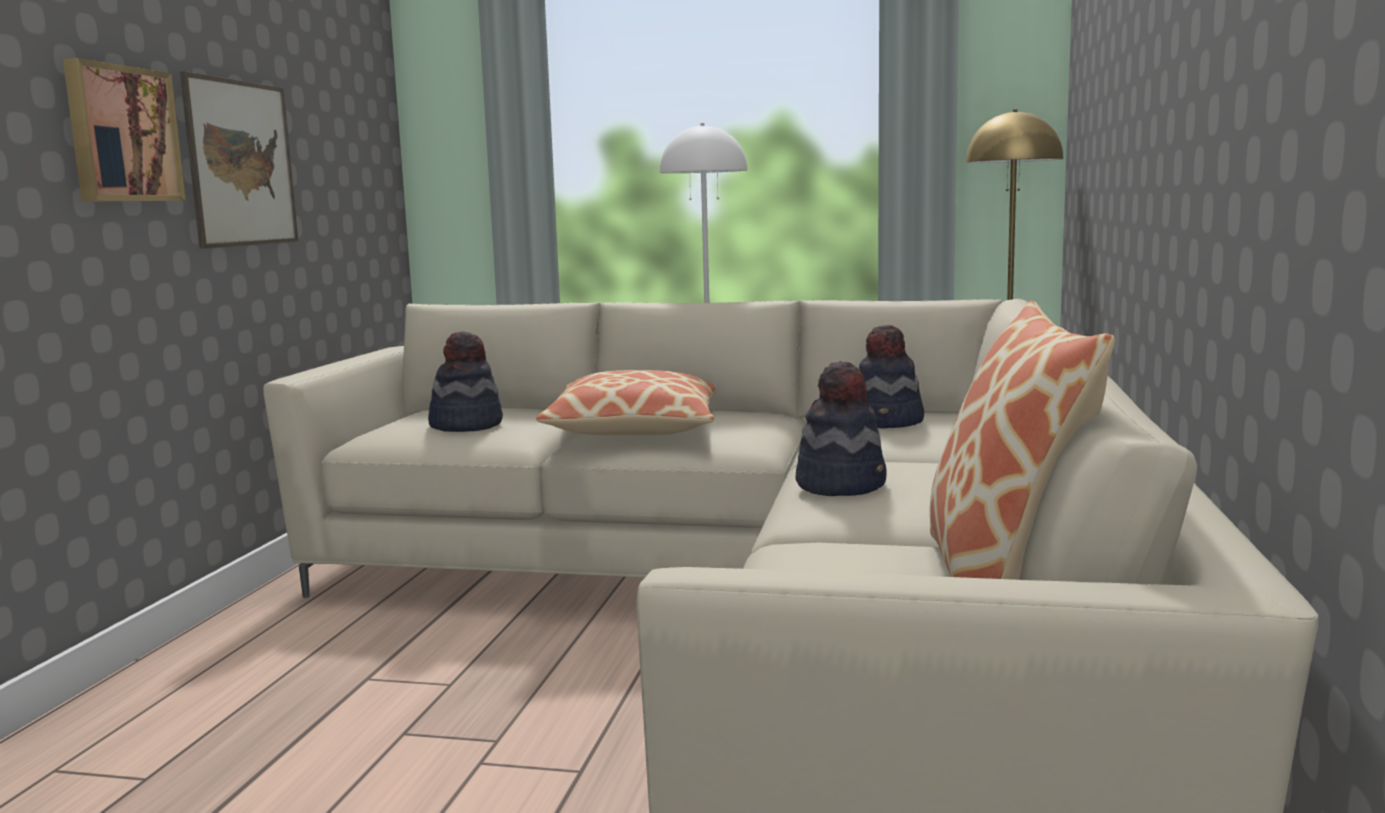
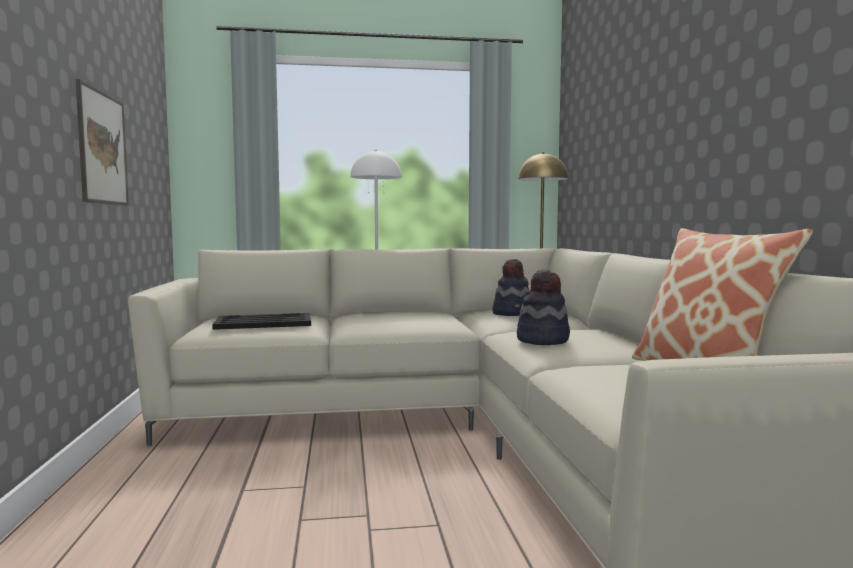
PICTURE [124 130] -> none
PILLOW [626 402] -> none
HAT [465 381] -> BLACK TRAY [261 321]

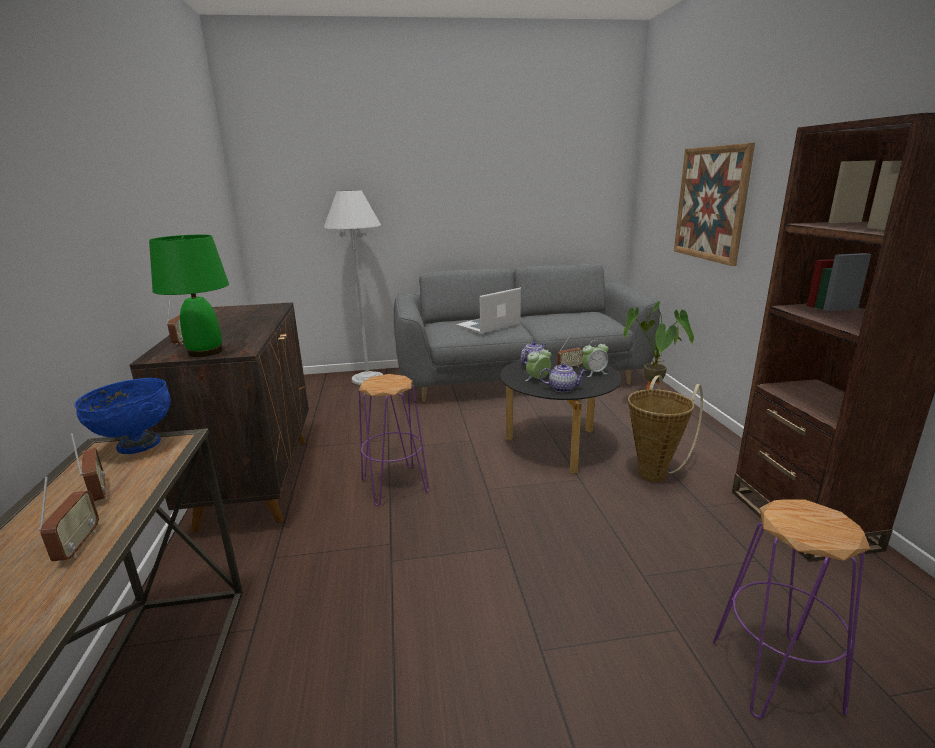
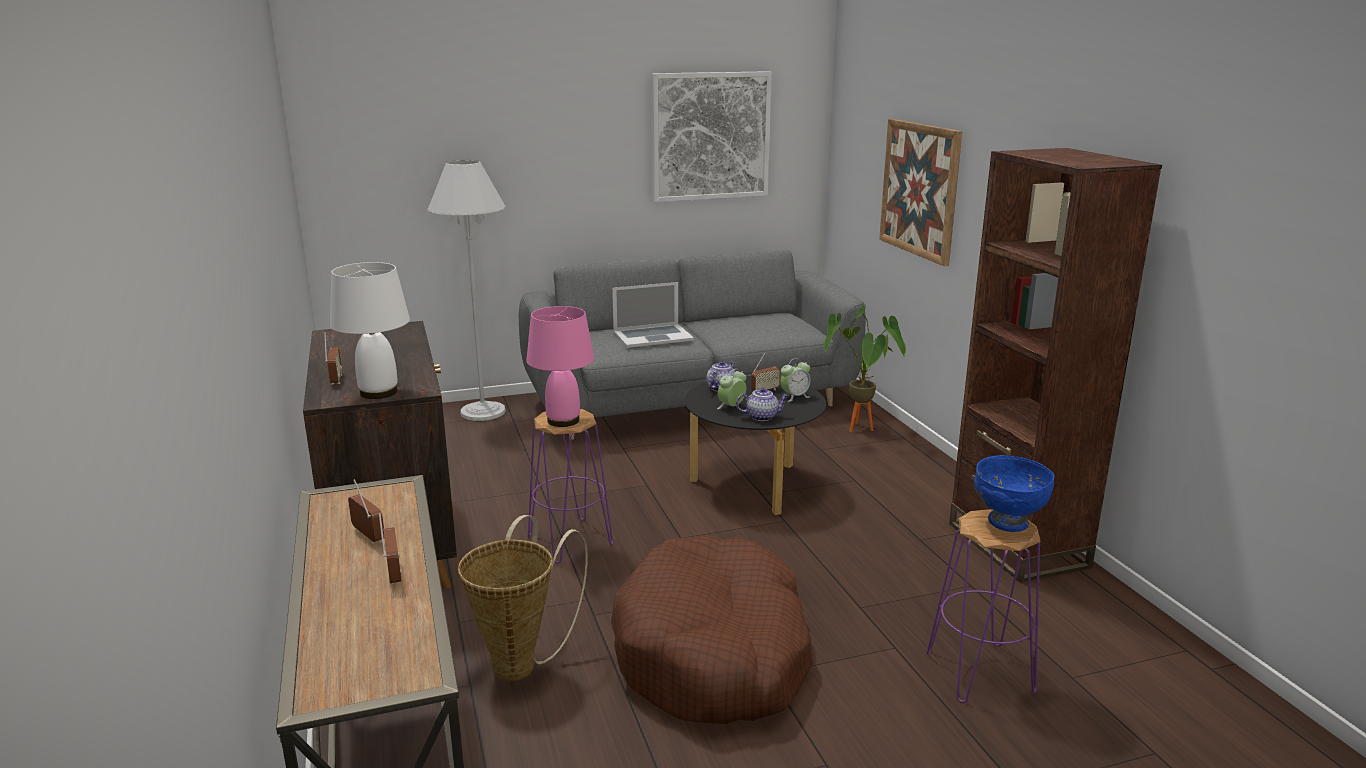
none -> PINK TABLE LAMP [560 366]
none -> BROWN DOG BED [712 630]
none -> PICTURE [712 136]
BLUE BOWL [123 416] -> BLUE BOWL [1014 493], shifted
BASKET [665 428] -> BASKET [523 598], shifted
GREEN TABLE LAMP [189 295] -> WHITE TABLE LAMP [370 330]
LAPTOP [488 311] -> LAPTOP [653 315], 150 degrees counterclockwise

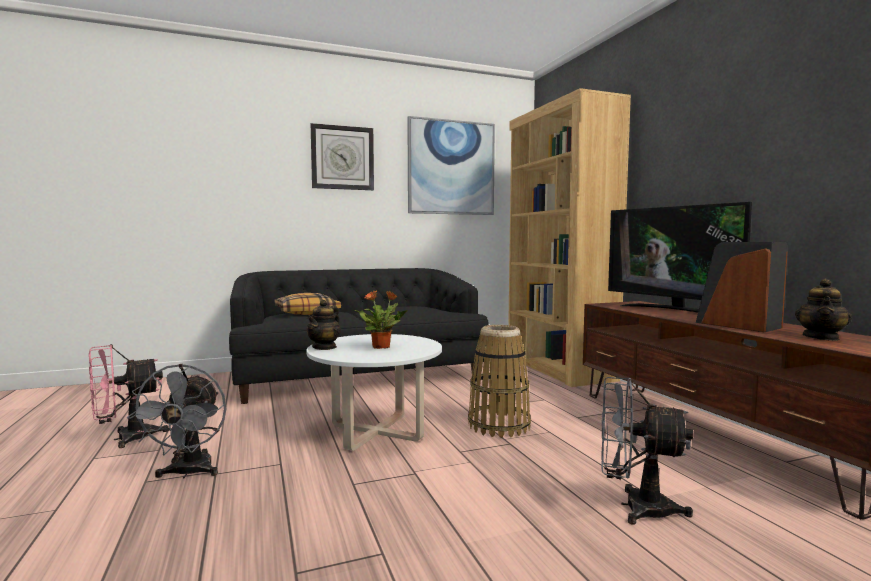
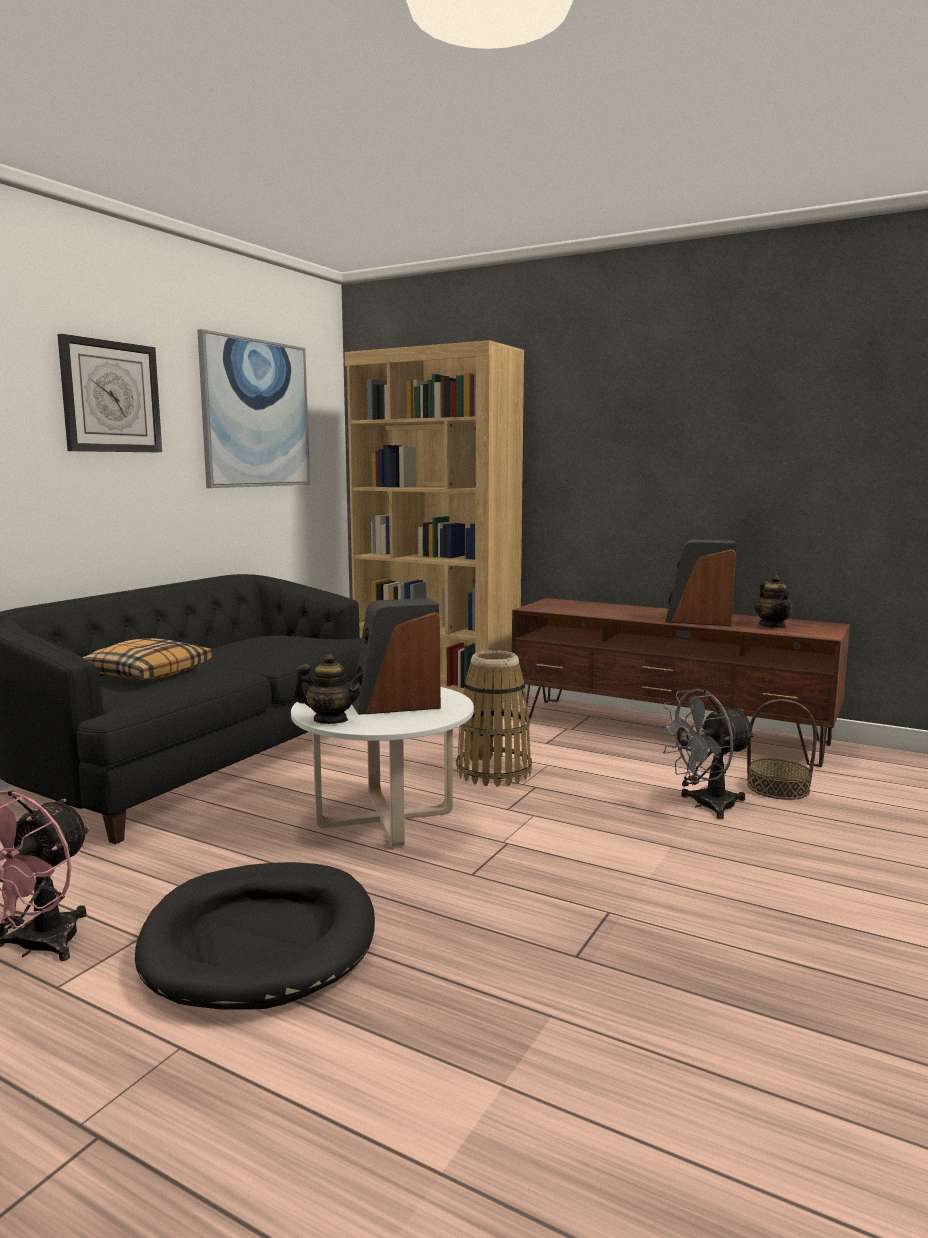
TELEVISION [680 257] -> none
none -> BASKET [782 749]
GREY FAN [176 421] -> BLACK DOG BED [255 936]
POTTED PLANT [381 320] -> SPEAKER [396 656]
TEAPOT [324 325] -> TEAPOT [329 689], 60 degrees counterclockwise

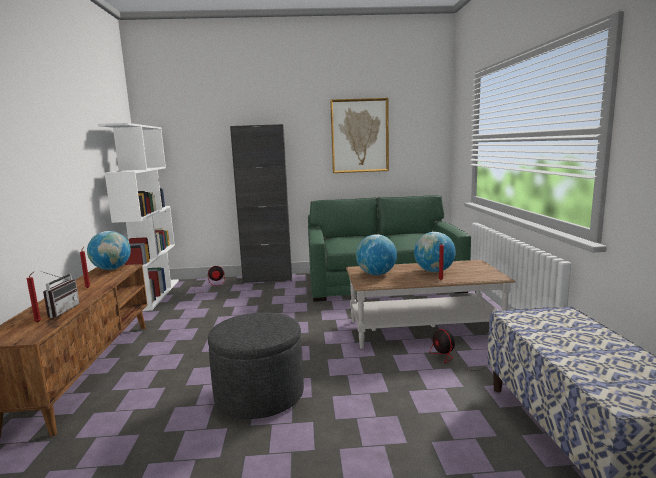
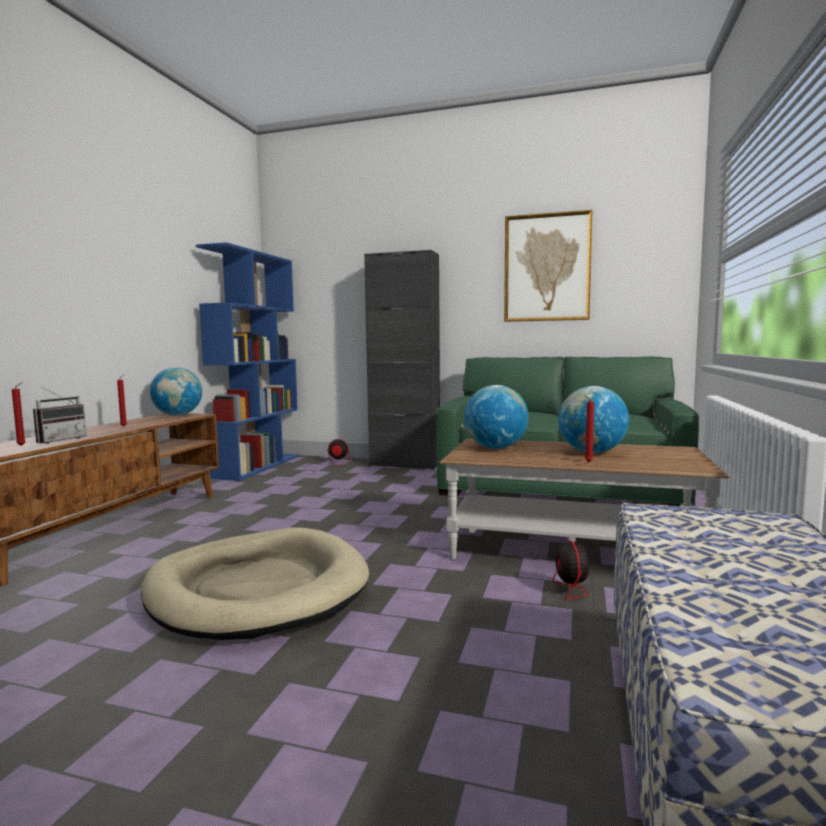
GREY OTTOMAN [256 365] -> BEIGE DOG BED [255 583]
WHITE BOOKCASE [138 217] -> BLUE BOOKCASE [247 361]

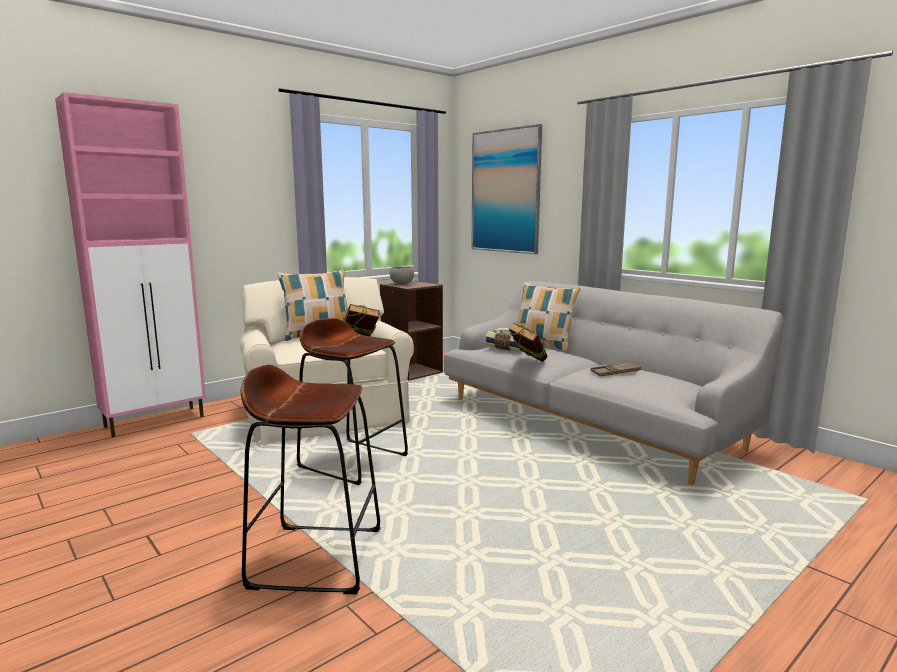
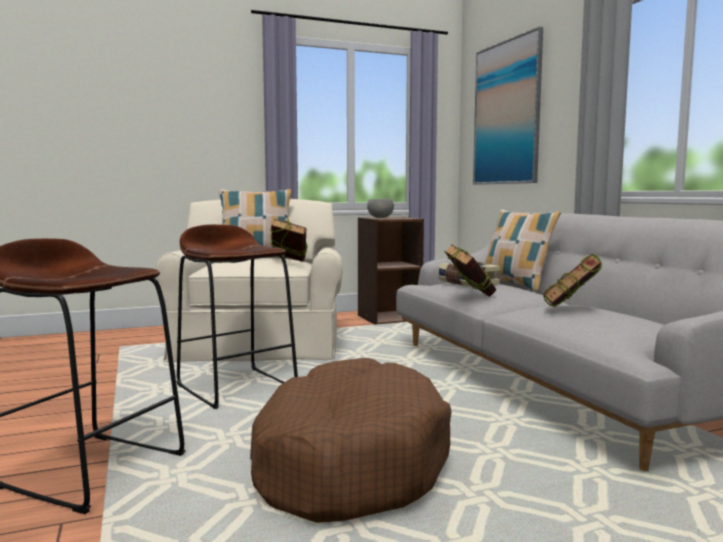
PINK CABINET [130 265] -> none
none -> BROWN DOG BED [351 440]
BROWN TRAY [616 368] -> BOOK [572 280]

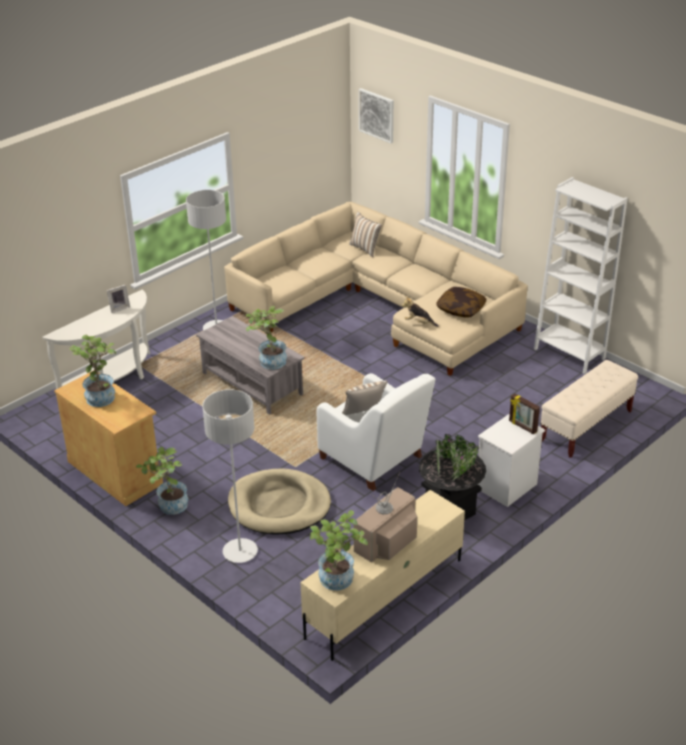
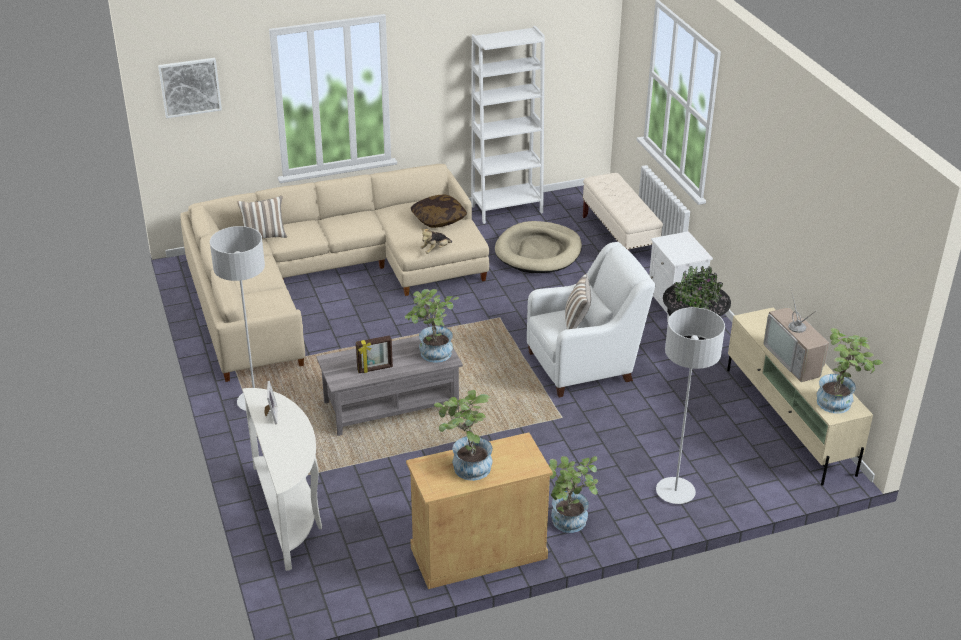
BEIGE DOG BED [279 502] -> BEIGE DOG BED [538 247], shifted
PICTURE FRAME [524 413] -> PICTURE FRAME [374 354], shifted

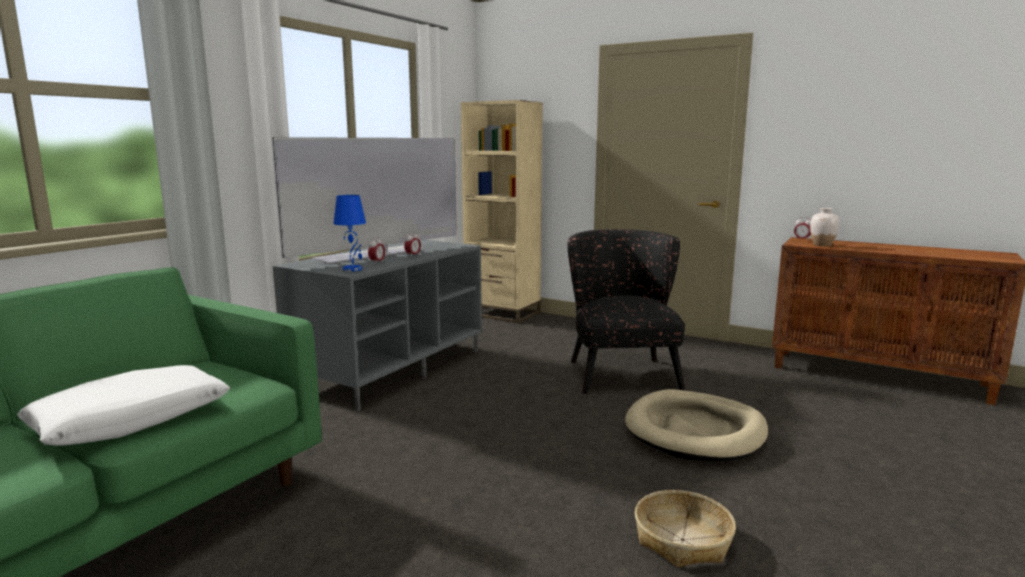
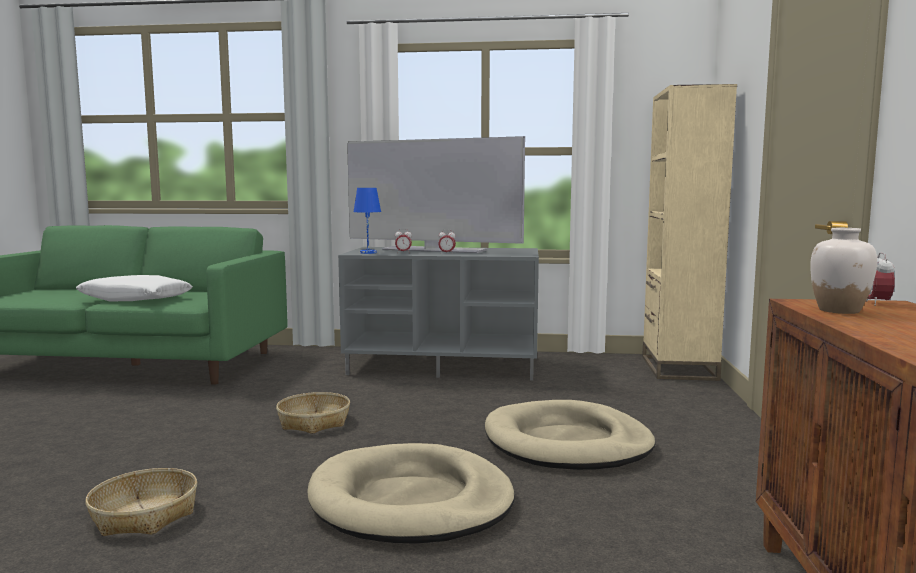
none -> BASKET [313 413]
BLACK ARMCHAIR [626 312] -> BEIGE DOG BED [570 435]

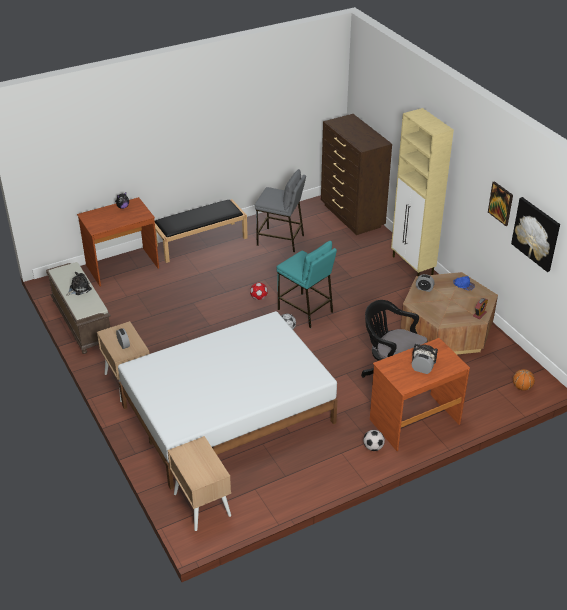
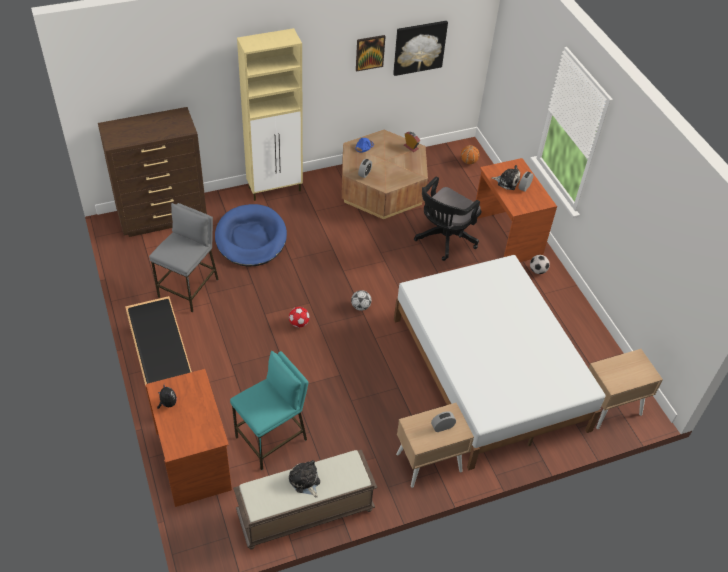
none -> BLUE DOG BED [251 235]
TURQUOISE STOOL [306 284] -> TURQUOISE STOOL [269 410], shifted

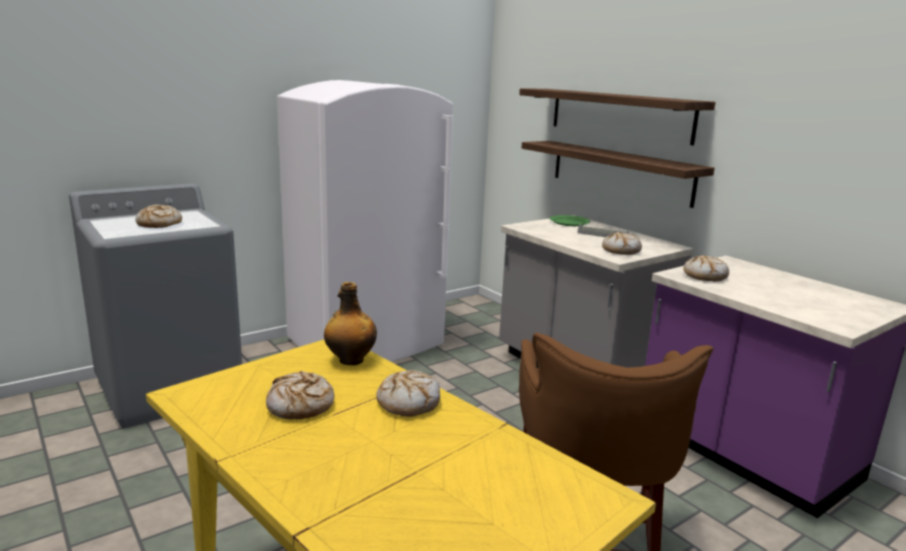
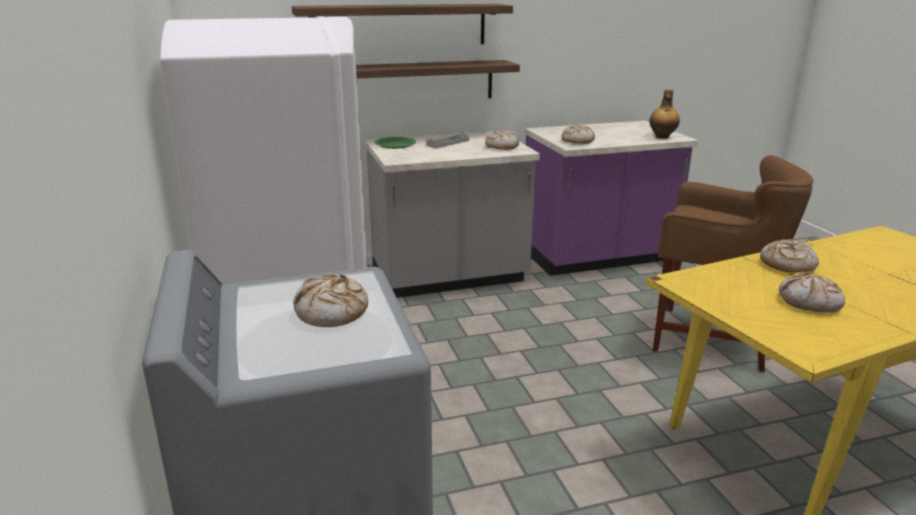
BOTTLE [350 323] -> BOTTLE [664 114], shifted

